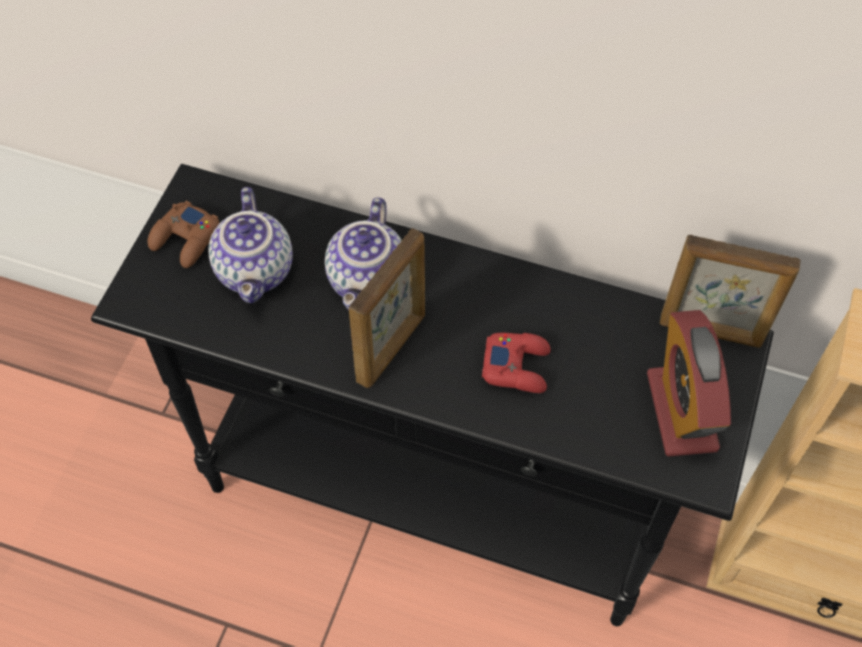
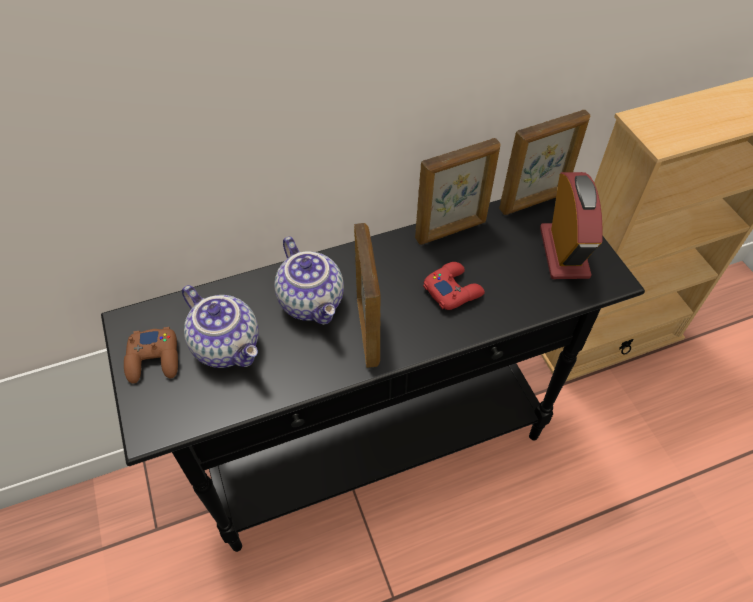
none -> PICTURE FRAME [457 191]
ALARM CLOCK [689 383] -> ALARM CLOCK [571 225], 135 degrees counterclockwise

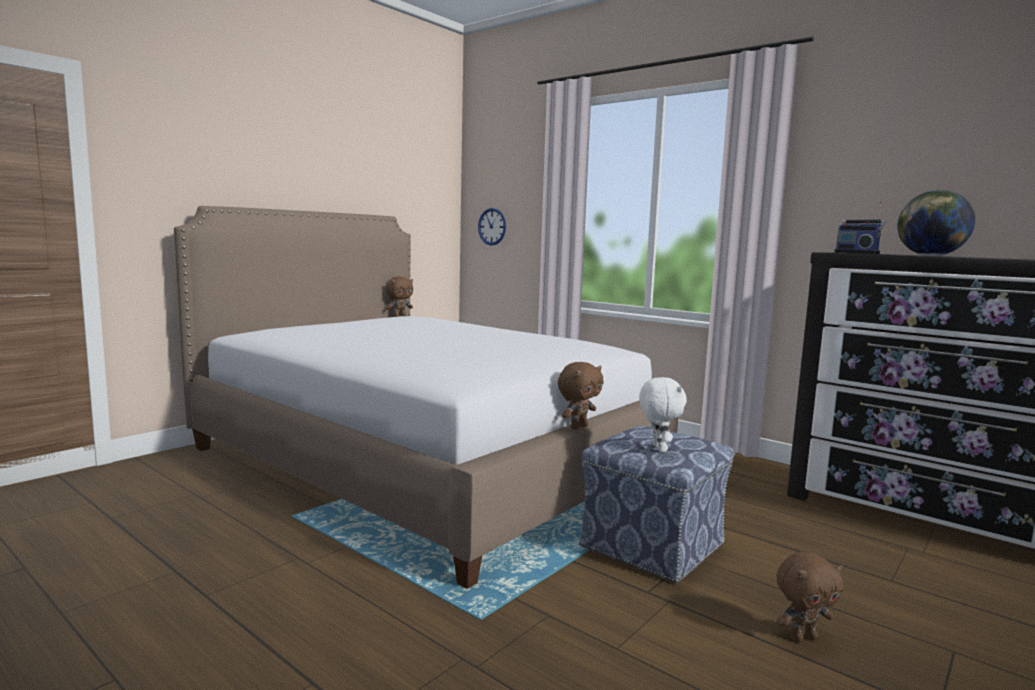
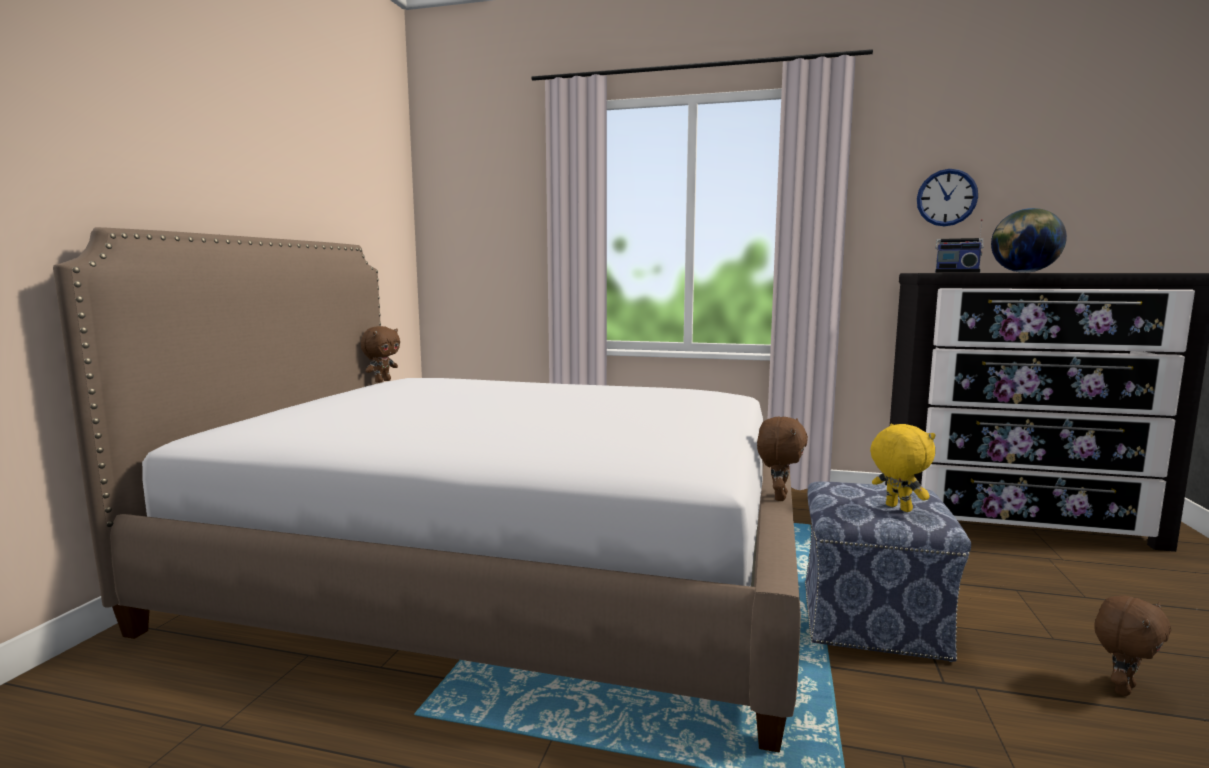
WALL CLOCK [492 226] -> WALL CLOCK [947 197], shifted
WHITE PLUSH TOY [663 414] -> YELLOW PLUSH TOY [902 468]

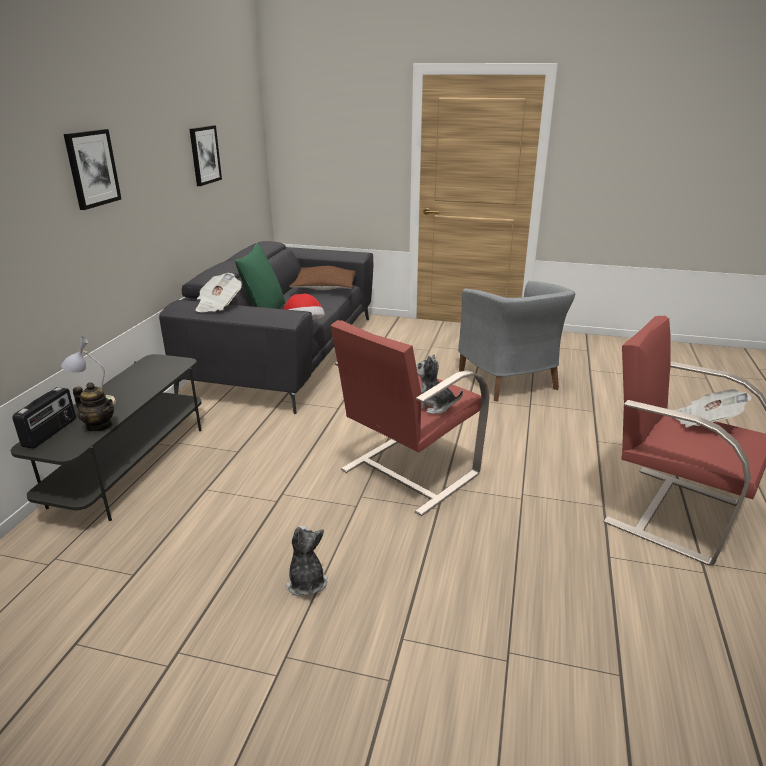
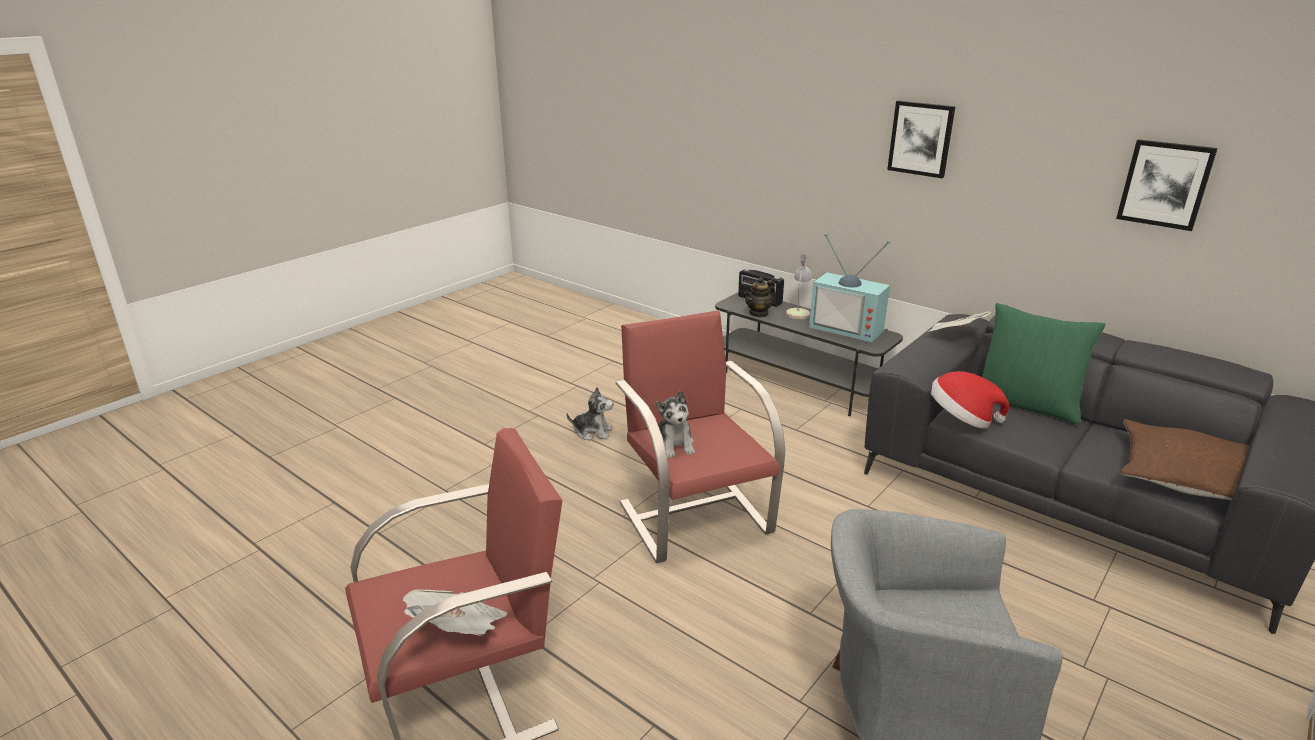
none -> TELEVISION [849 287]
PLUSH TOY [439 384] -> PLUSH TOY [675 424], 120 degrees clockwise

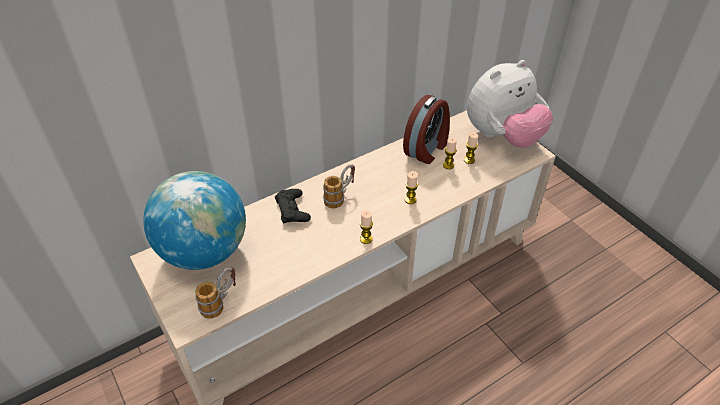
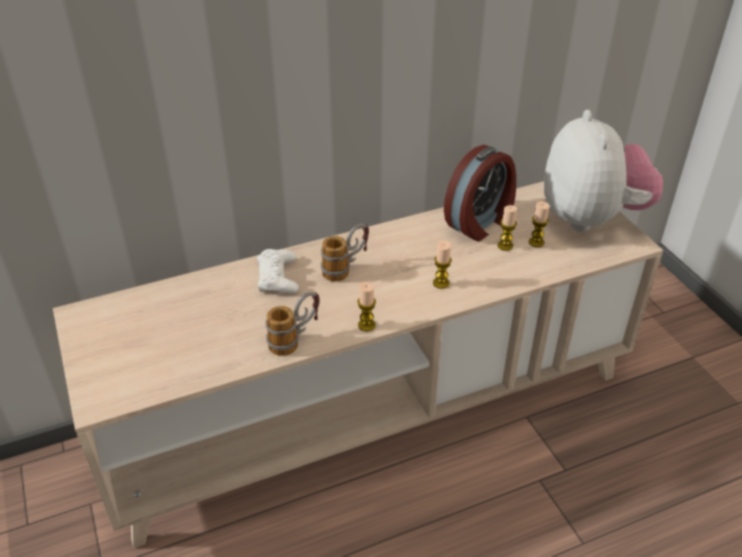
GLOBE [194 220] -> none
MUG [215 293] -> MUG [292 324], shifted
BLACK GAME CONTROLLER [293 206] -> WHITE GAME CONTROLLER [278 271]
PLUSH TOY [510 104] -> PLUSH TOY [603 171], 75 degrees counterclockwise

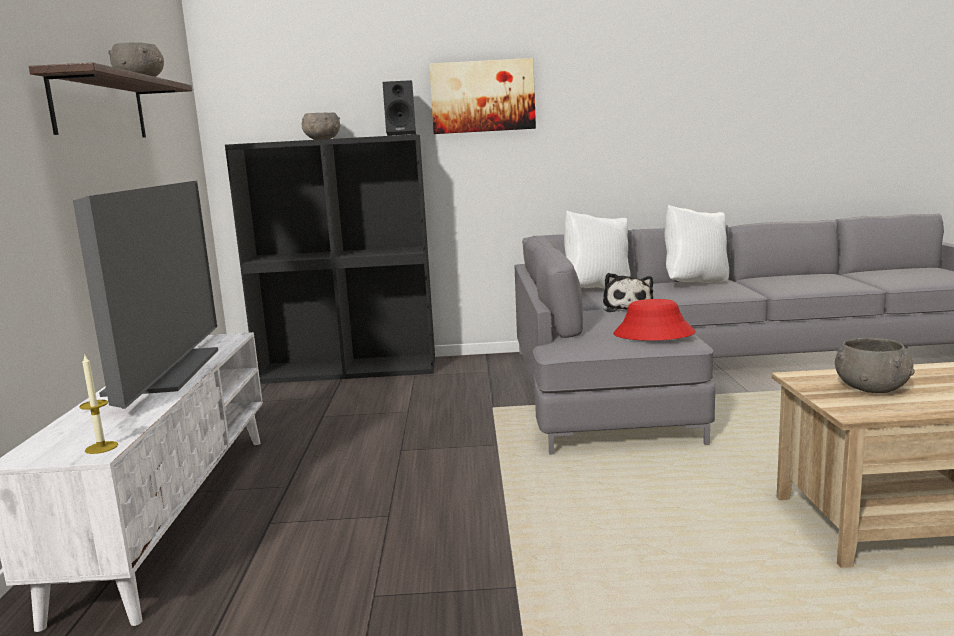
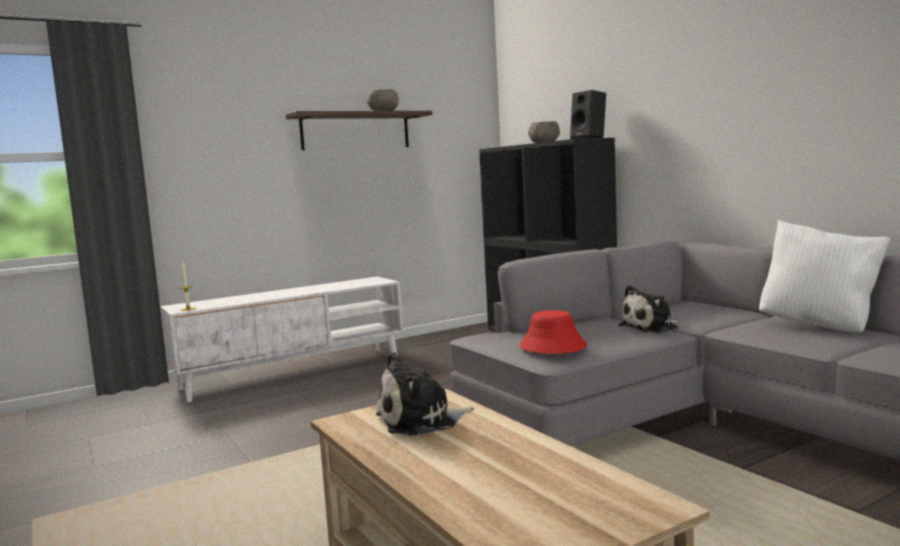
TELEVISION [145 295] -> none
PICTURE [482 96] -> none
WHITE PILLOW [597 249] -> none
GREY BOWL [875 365] -> PLUSH TOY [425 394]

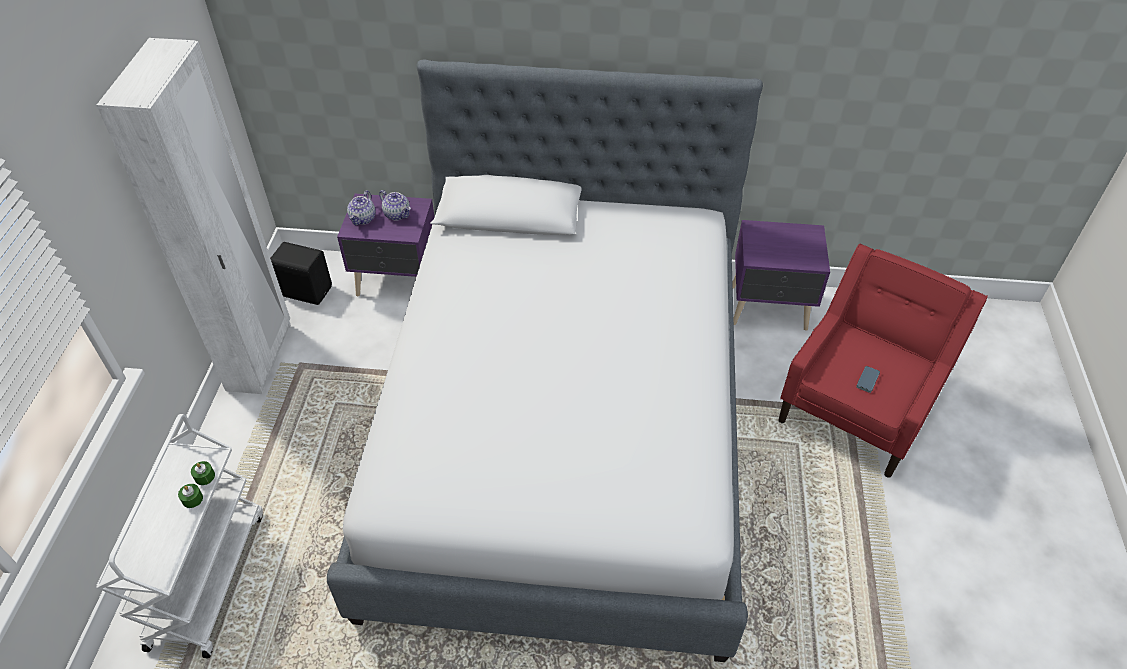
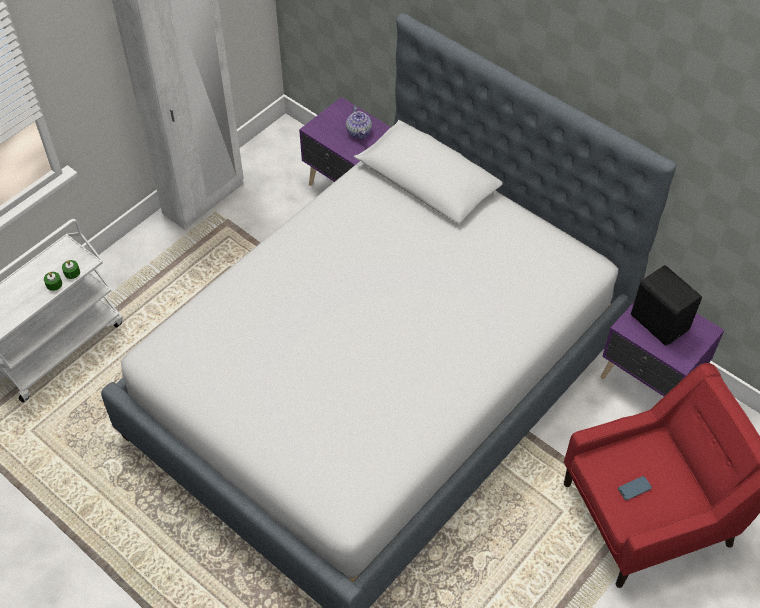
TEAPOT [361 208] -> none
BLACK SPEAKER [301 273] -> BLACK SPEAKER [666 305], shifted

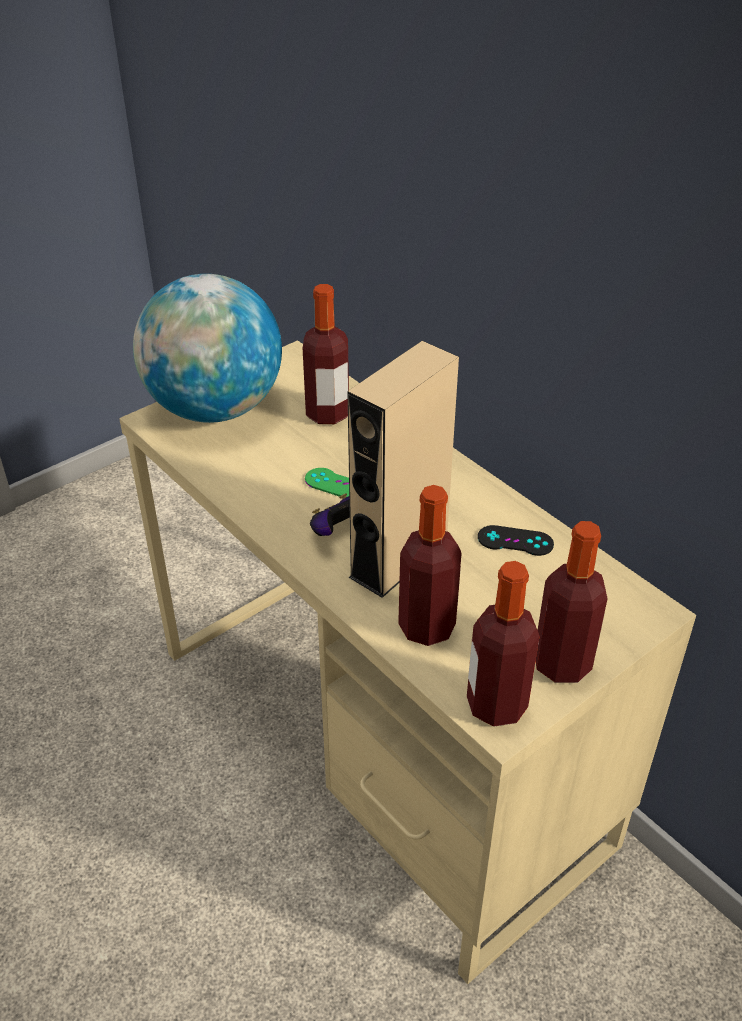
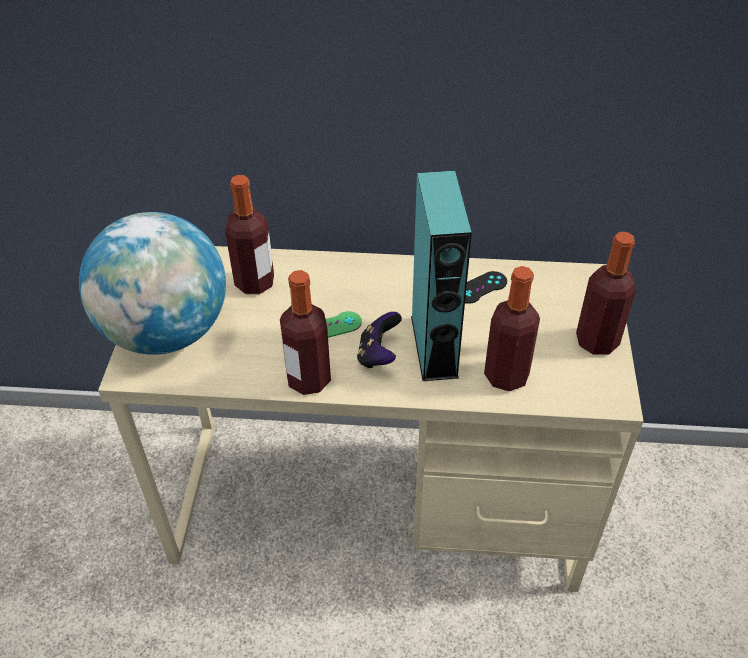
BOTTLE [503 644] -> BOTTLE [305 332], shifted
BEIGE SPEAKER [403 469] -> TURQUOISE SPEAKER [441 276]

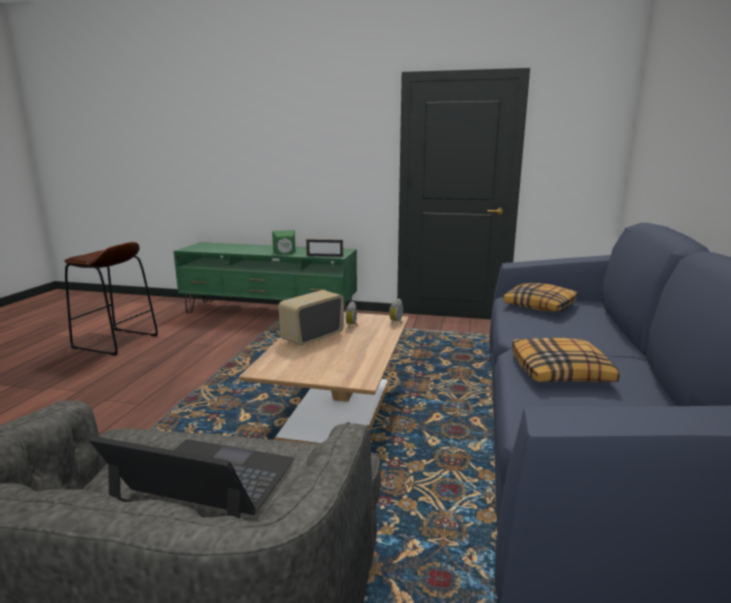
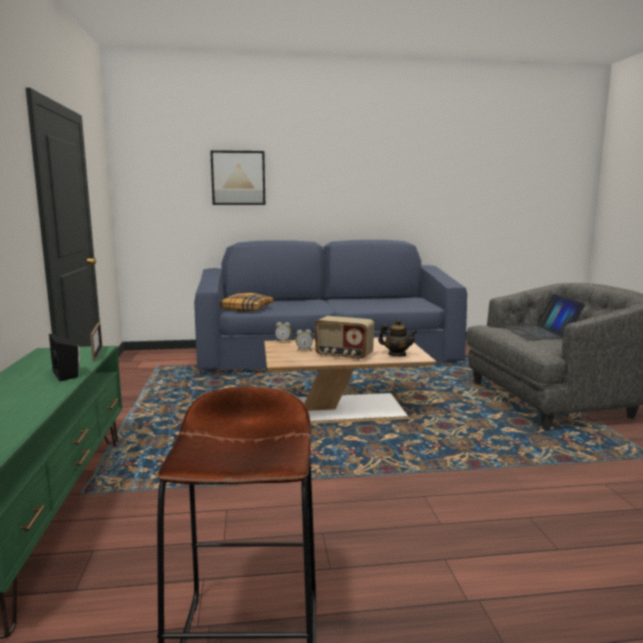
PILLOW [566 360] -> none
none -> PICTURE [237 177]
none -> TEAPOT [398 338]
GREEN SPEAKER [283 242] -> BLACK SPEAKER [64 358]

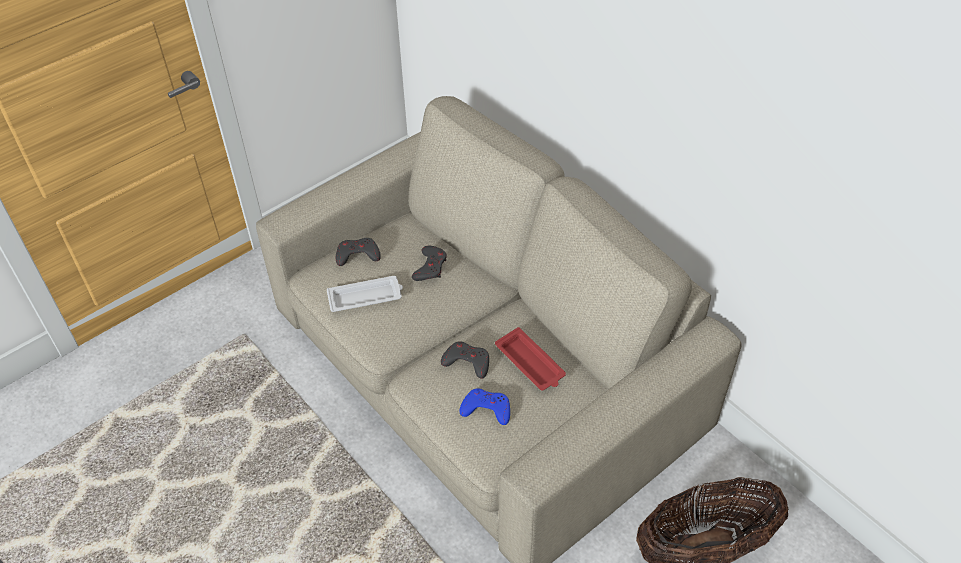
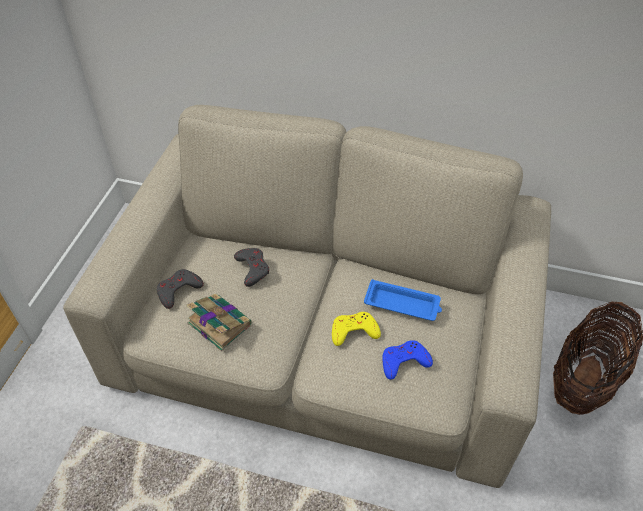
WHITE TRAY [365 294] -> BOOK [219 322]
GREY GAME CONTROLLER [465 360] -> YELLOW GAME CONTROLLER [356 329]
RED TRAY [530 359] -> BLUE TRAY [403 300]

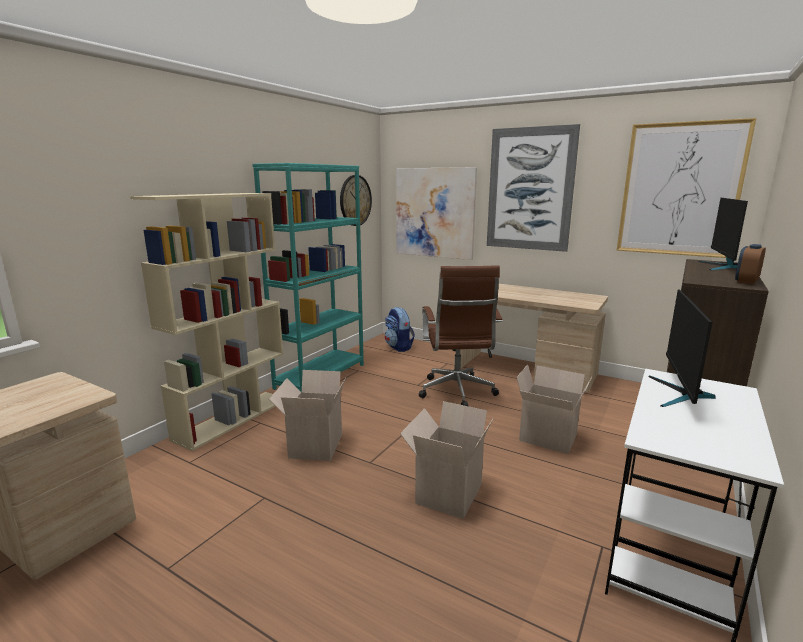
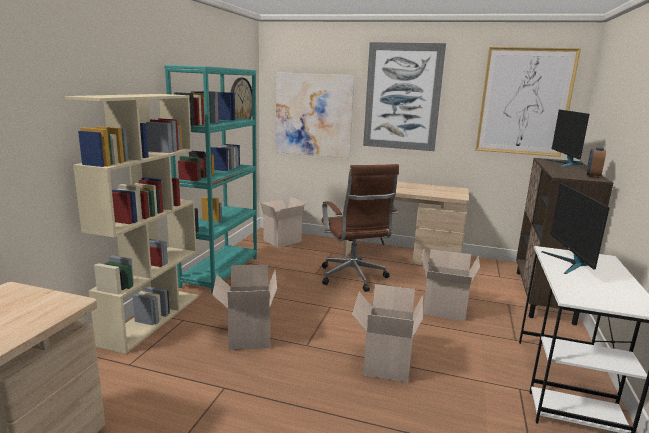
BACKPACK [400 329] -> CARDBOARD BOX [282 222]

